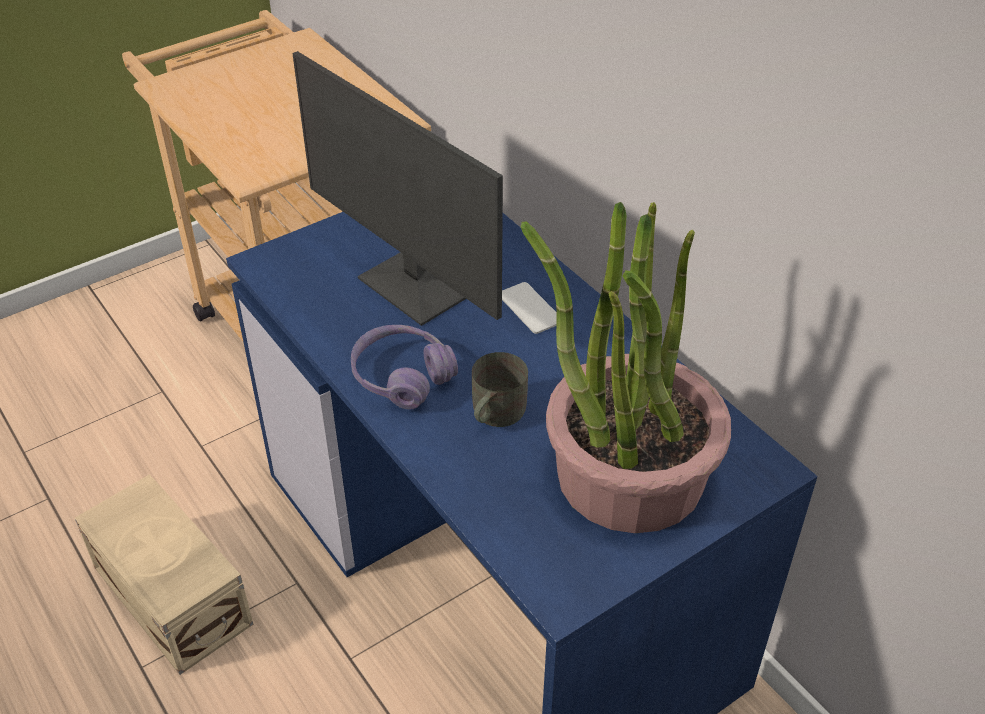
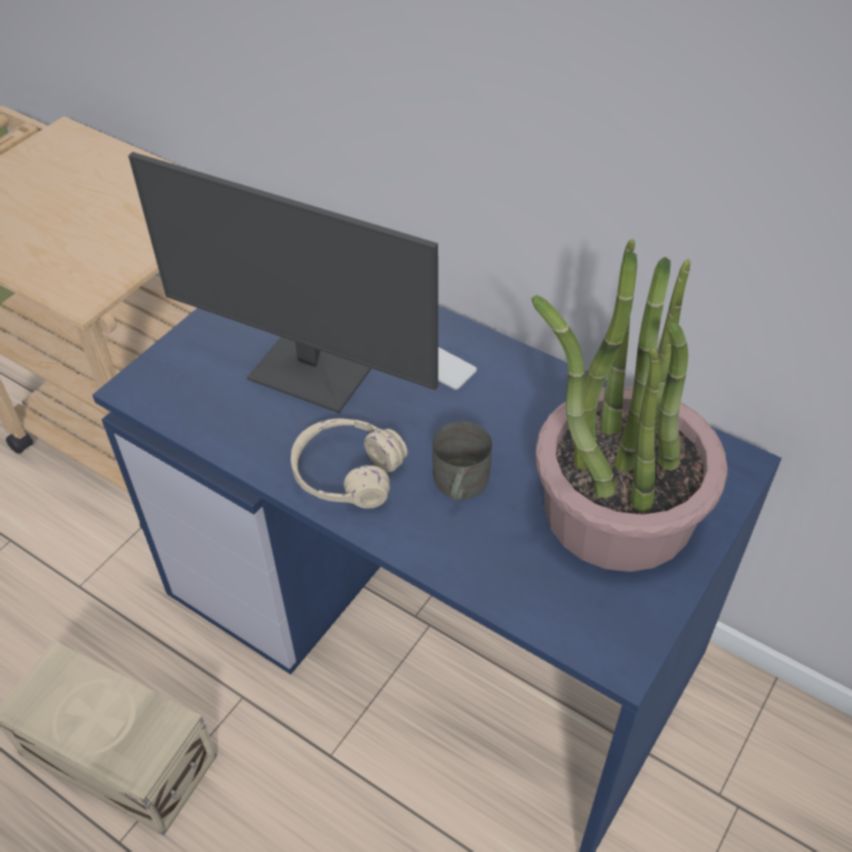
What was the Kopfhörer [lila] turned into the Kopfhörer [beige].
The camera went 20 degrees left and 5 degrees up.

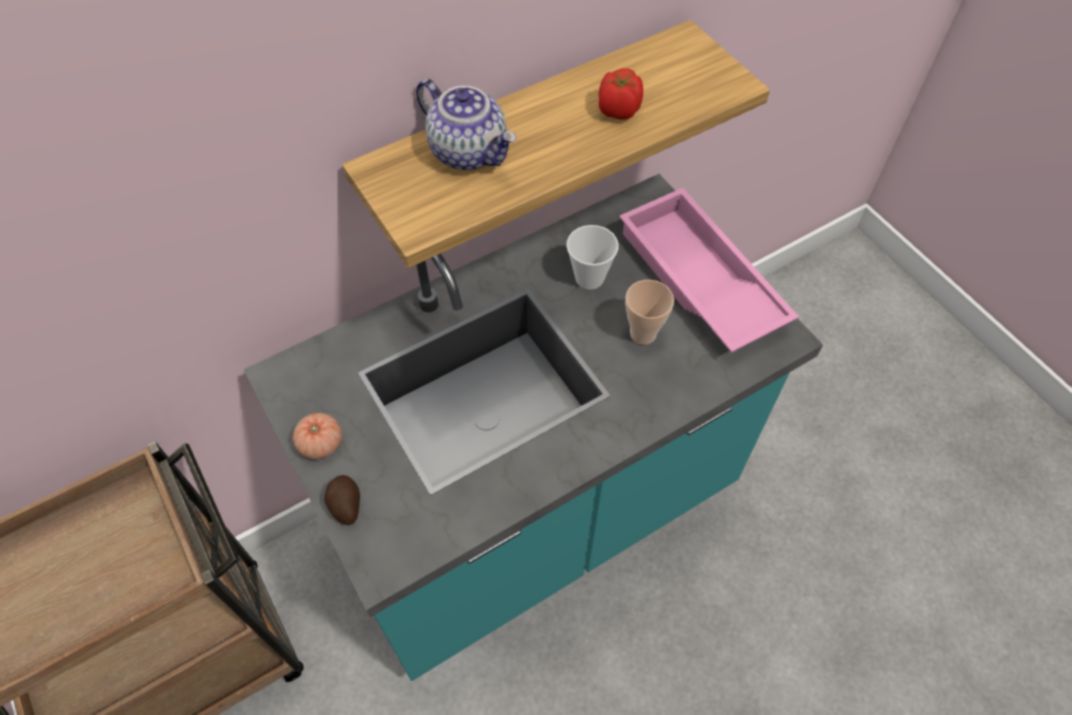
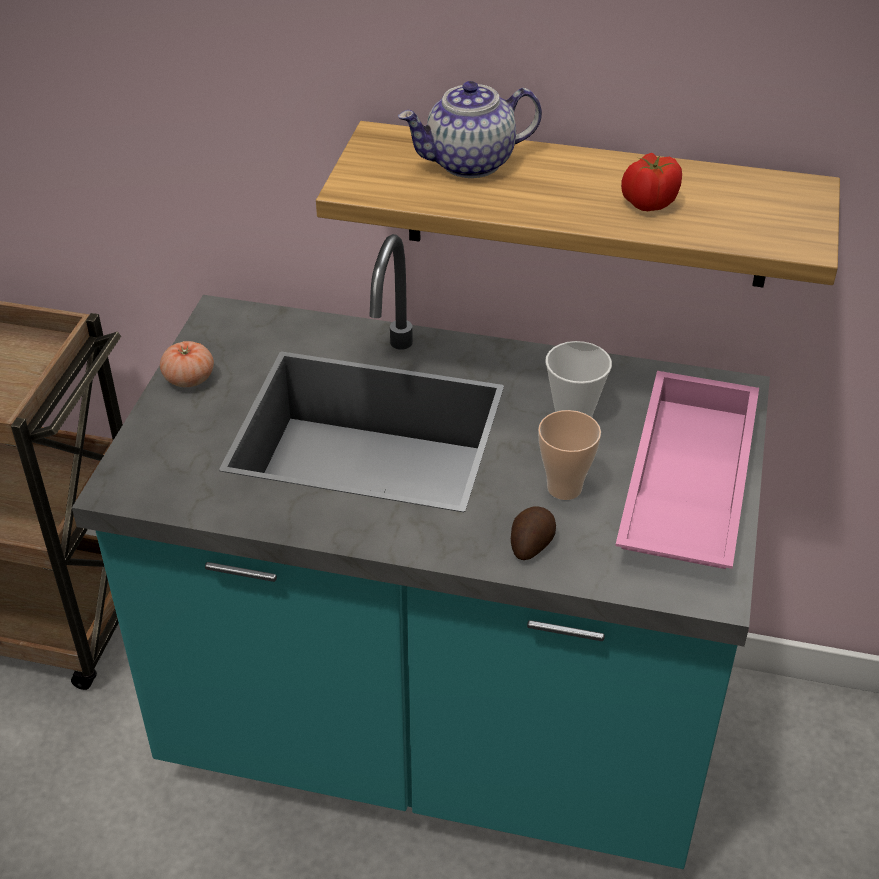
The Kartoffel ended up elsewhere.
The Teekanne ended up facing another way, 75 degrees clockwise from before.
The camera went 45 degrees right and 15 degrees down.

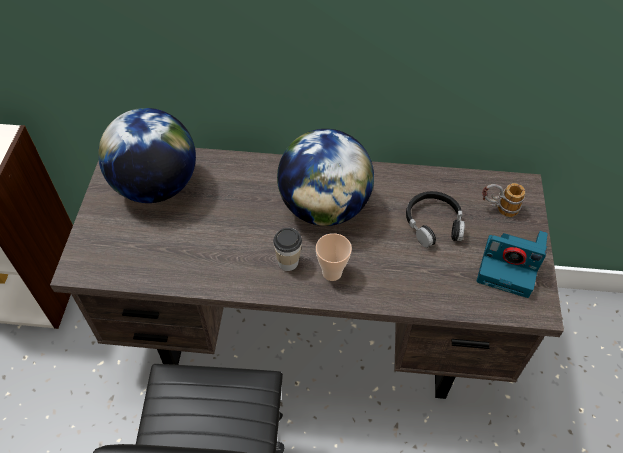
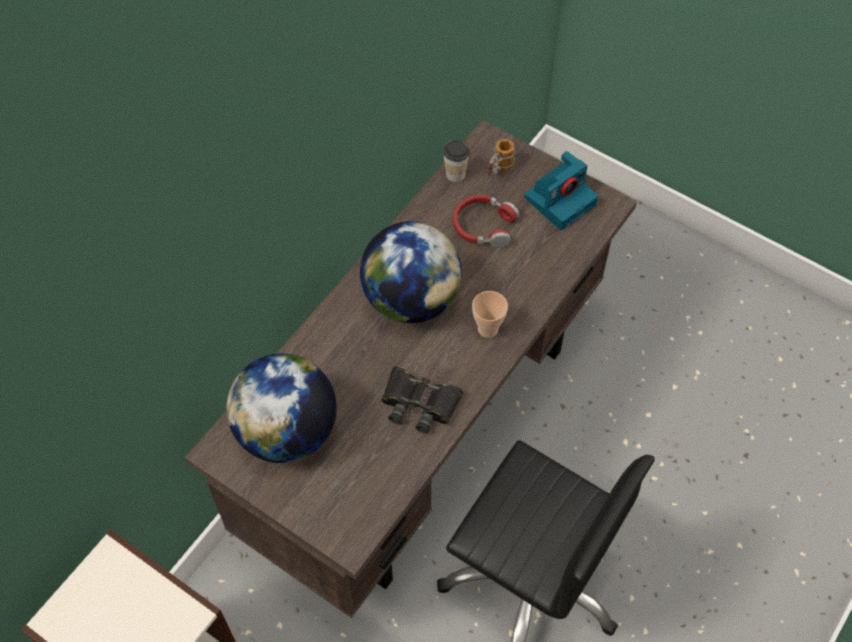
The Tasse (no. 1 from left) ended up elsewhere.
What was the Kopfhörer [schwarz] turned into the Kopfhörer [rot].
The second view gained the Fernglas [schwarz].
The camera went 60 degrees left and 5 degrees up.

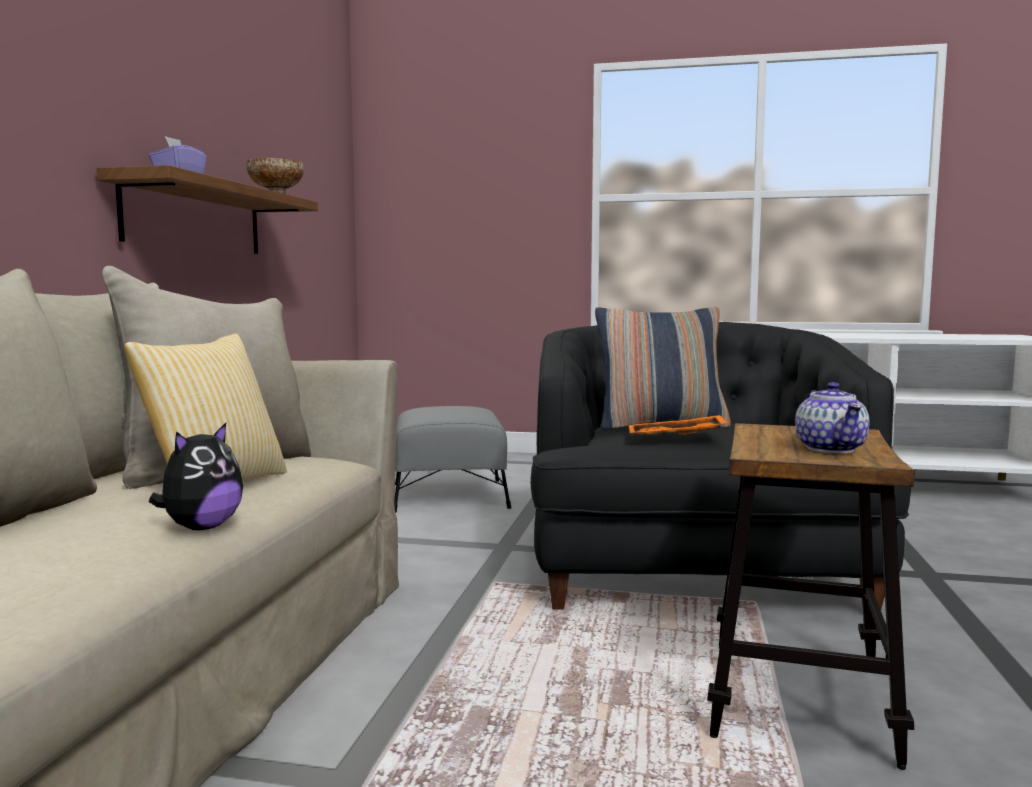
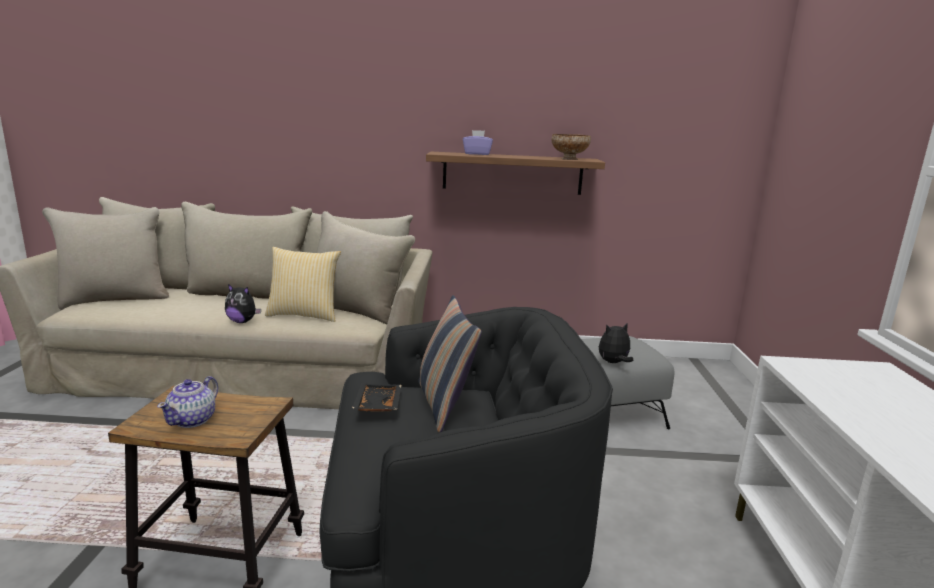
What was the Tablett [orange] turned into the Tablett [schwarz].
The Teekanne ended up facing another way, 60 degrees counterclockwise from before.
The second view gained the Plüschtier (no. 2 from left).
The camera went 80 degrees right and 10 degrees up.

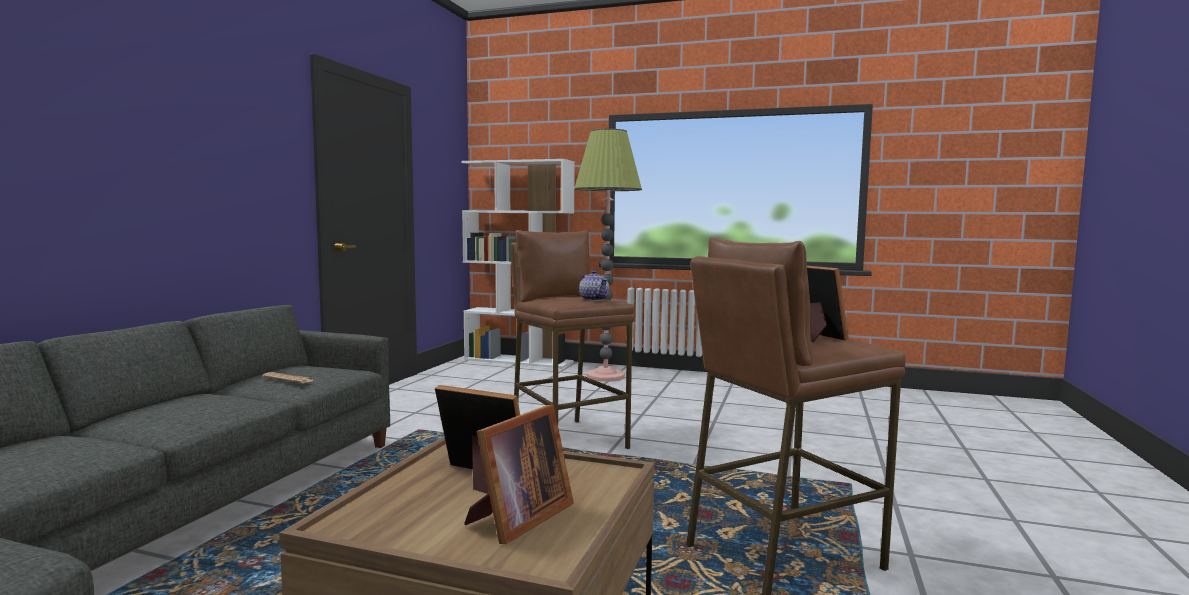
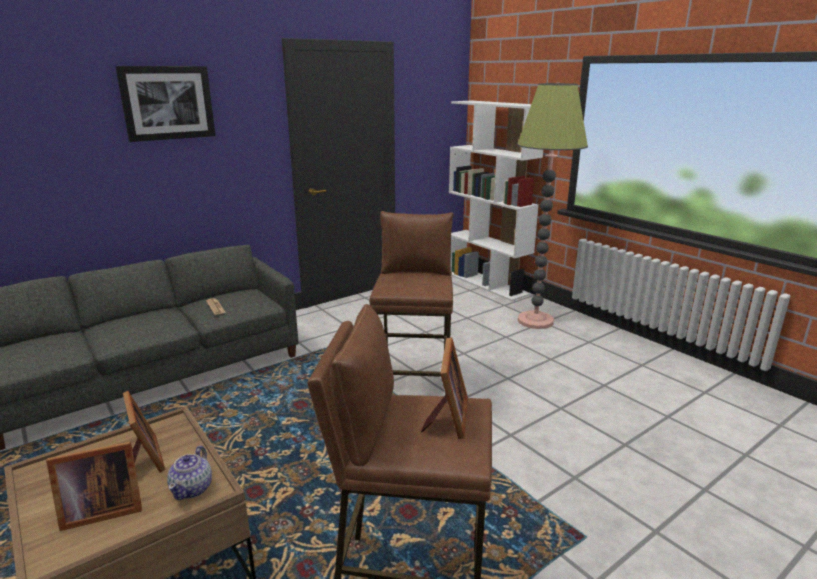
The Teekanne ended up elsewhere.
The second view gained the Bild.
The camera went 35 degrees right and 15 degrees up.

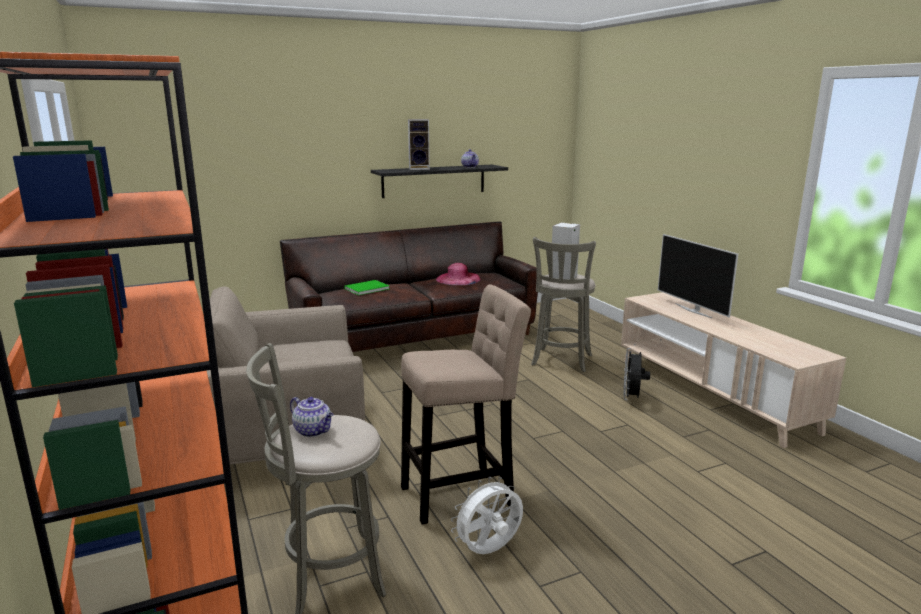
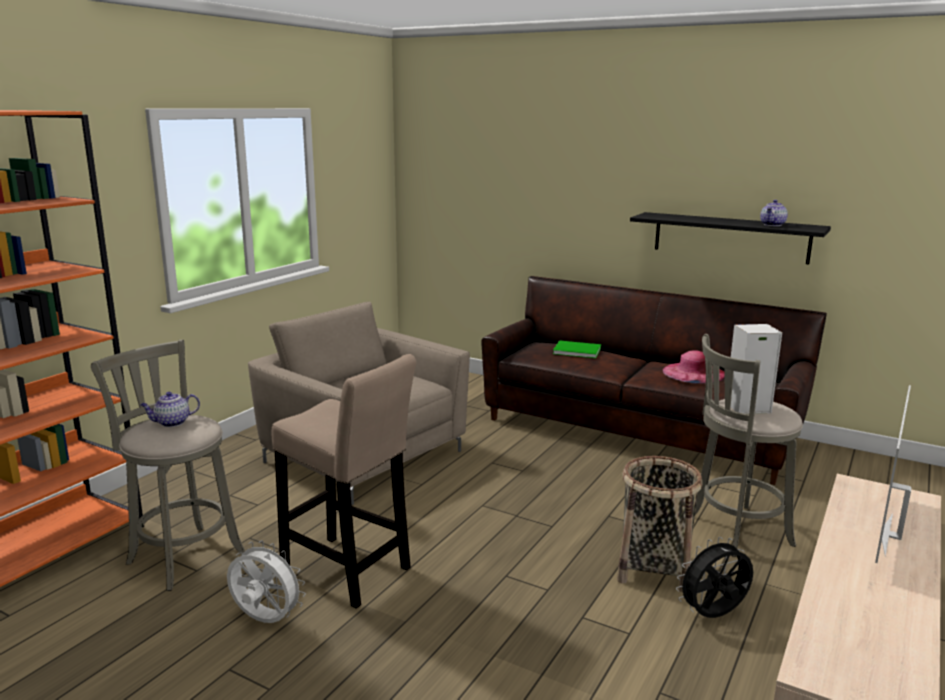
The Teekanne (no. 1 from left) ended up facing another way, 60 degrees clockwise from before.
The second view lost the Lautsprecher (no. 1 from left).
The second view gained the Korb.
The camera went 55 degrees right and 0 degrees up.

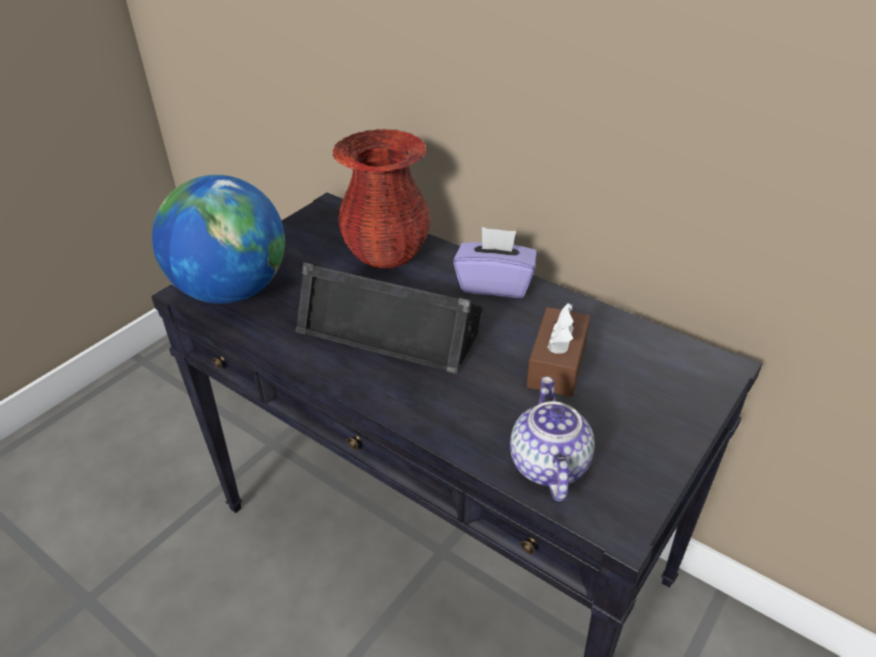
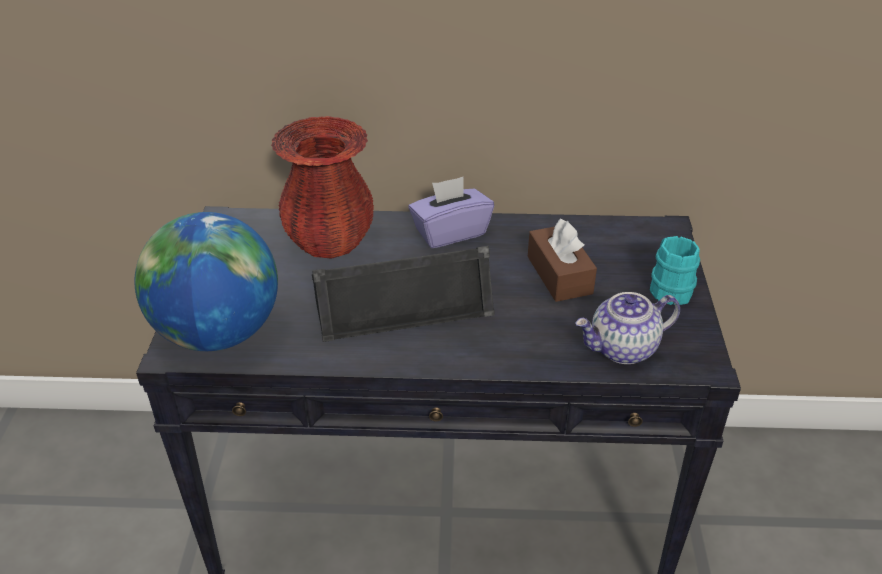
The Teekanne ended up facing another way, 75 degrees counterclockwise from before.
The second view gained the Henkelbecher [türkis].
The camera went 35 degrees left and 0 degrees up.

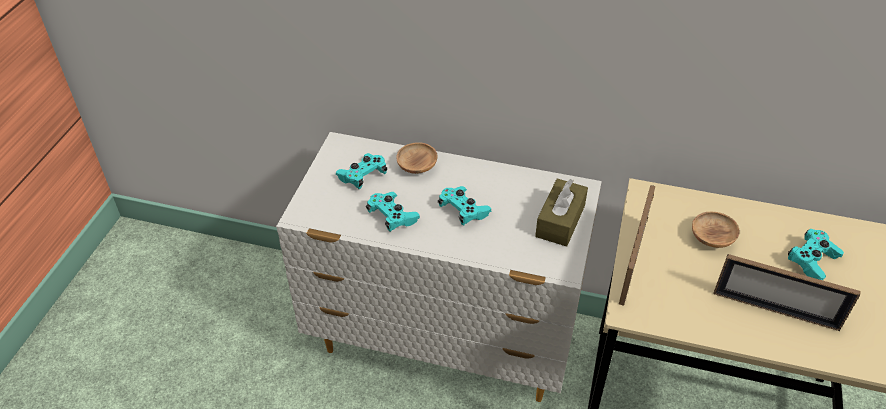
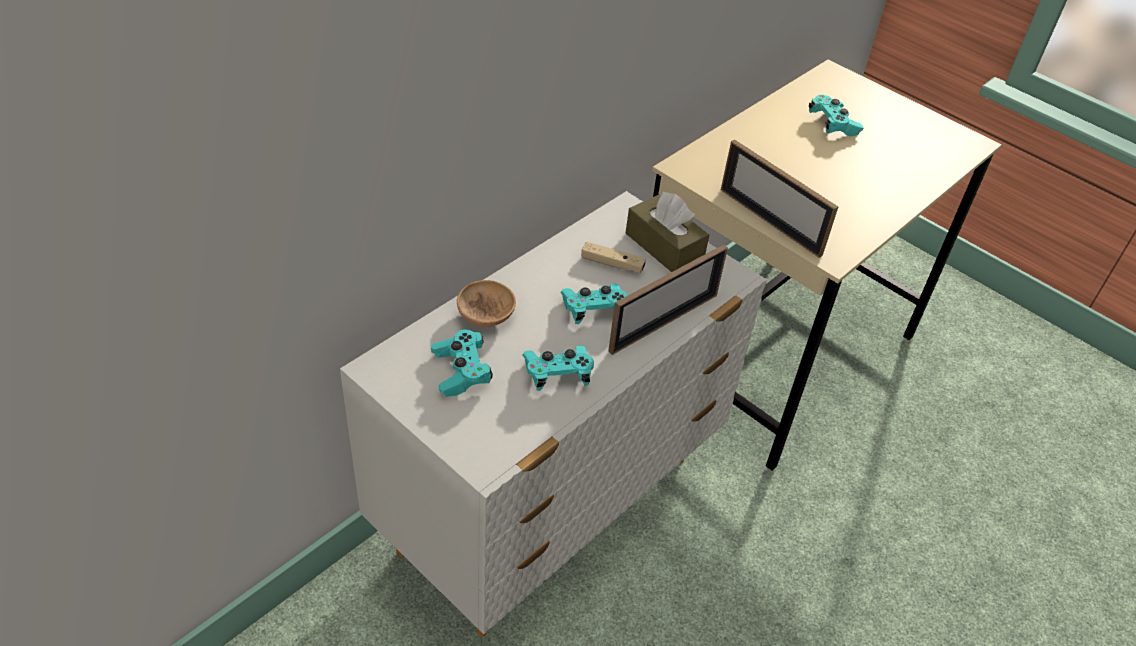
The second view lost the Schüssel [braun] (no. 2 from left).
The Bilderrahmen (no. 2 from left in the first image) ended up elsewhere.
The second view gained the Gamepad [beige].
The camera went 65 degrees left and 0 degrees up.

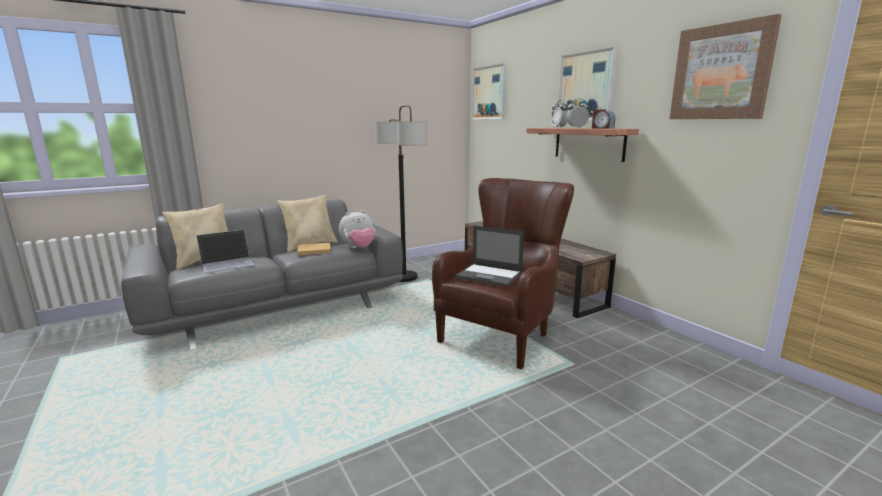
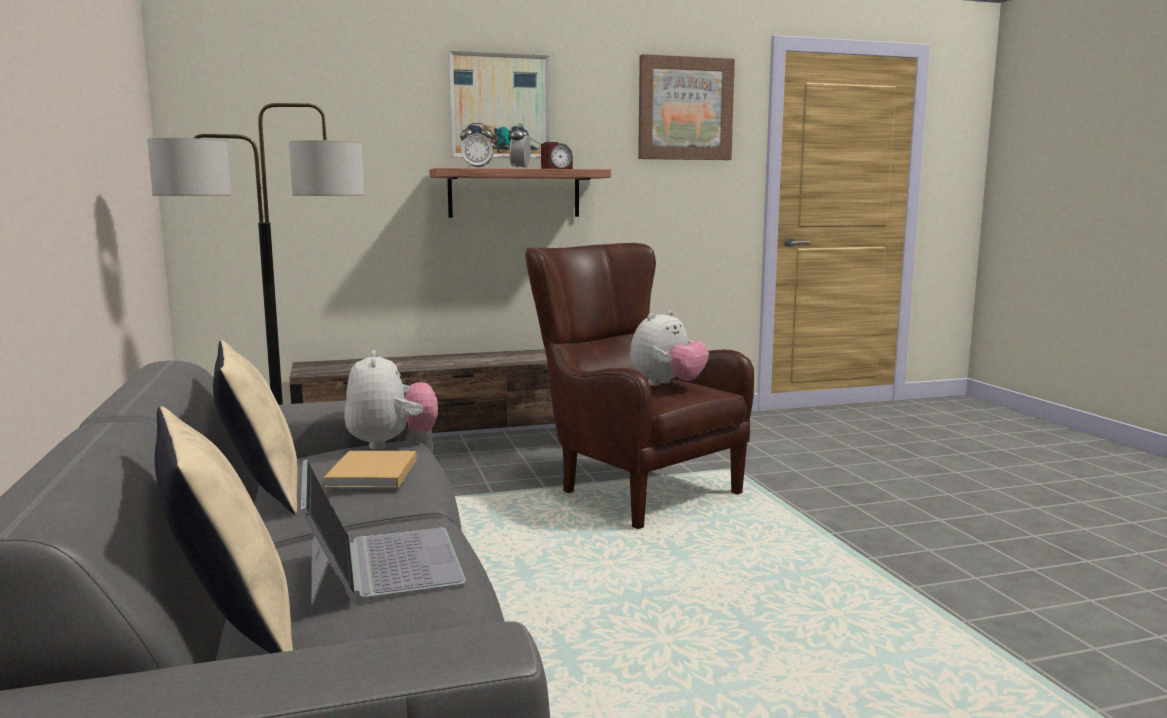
Where the Laptop (no. 2 from left) stood, the Plüschtier (no. 2 from left) came to stand.
The second view lost the Bild (no. 1 from left).
The camera went 75 degrees left and 5 degrees down.

